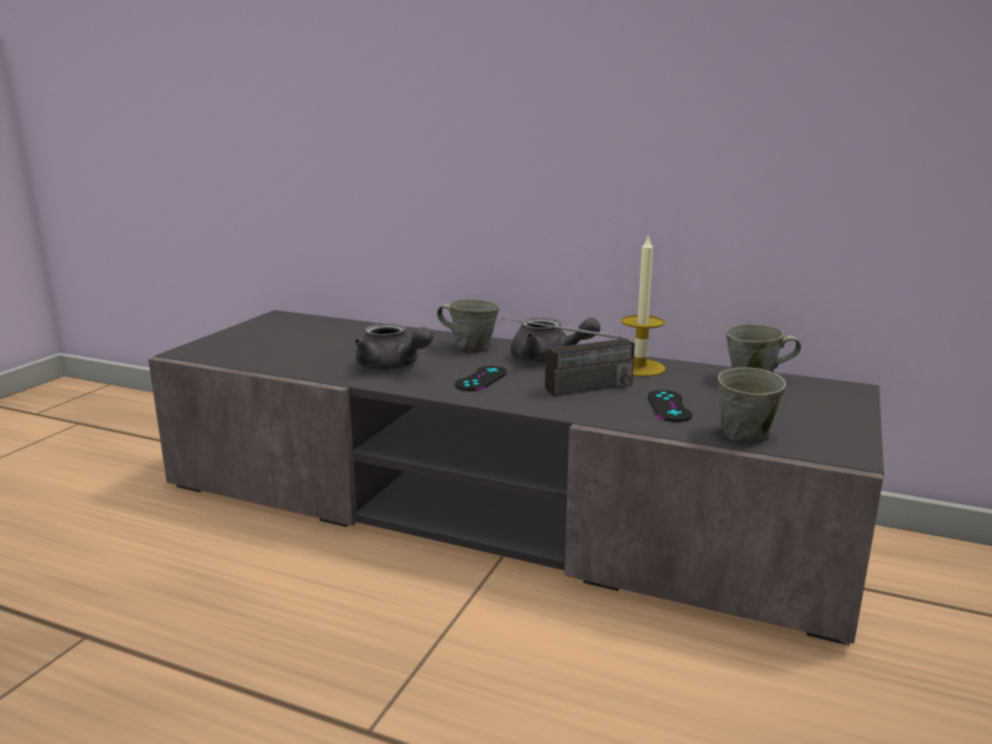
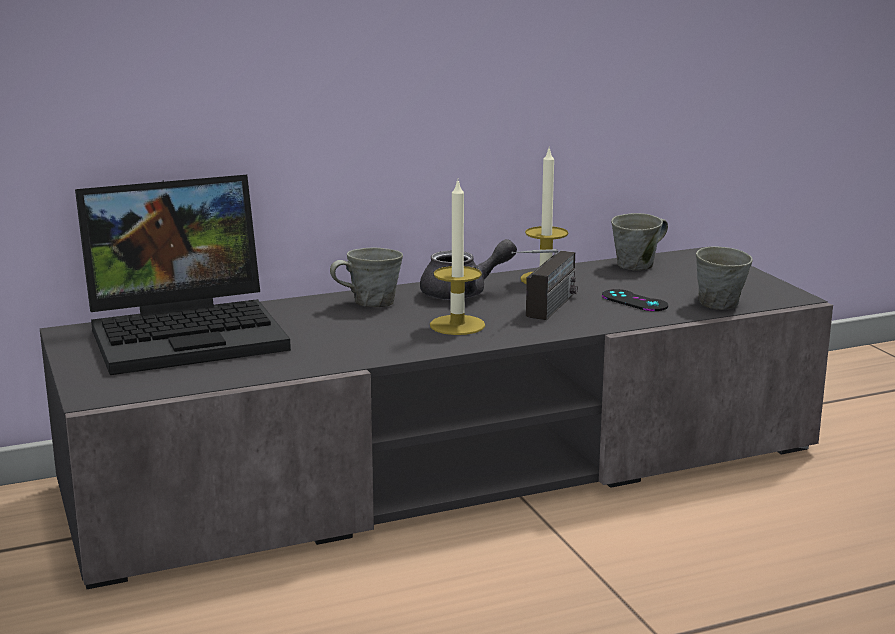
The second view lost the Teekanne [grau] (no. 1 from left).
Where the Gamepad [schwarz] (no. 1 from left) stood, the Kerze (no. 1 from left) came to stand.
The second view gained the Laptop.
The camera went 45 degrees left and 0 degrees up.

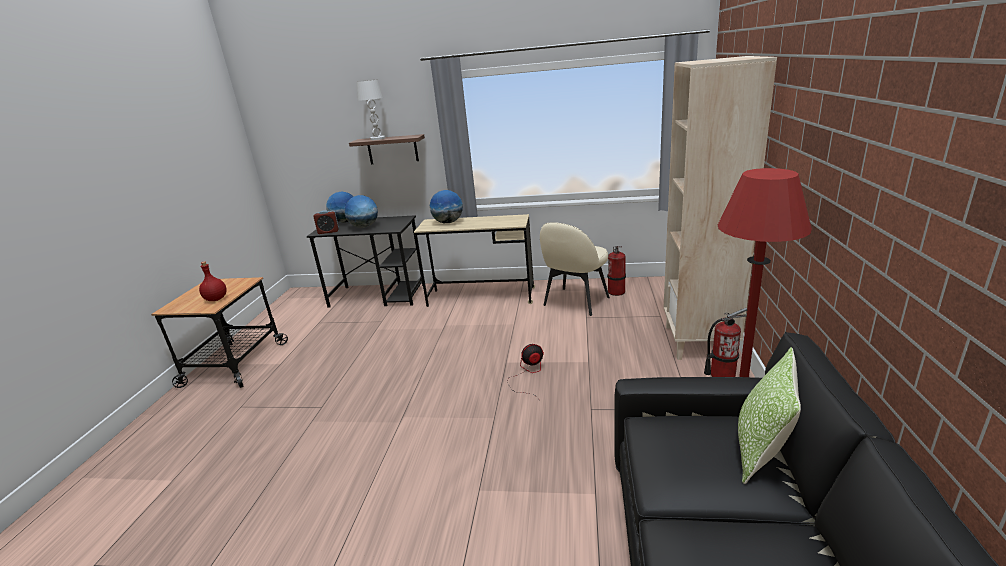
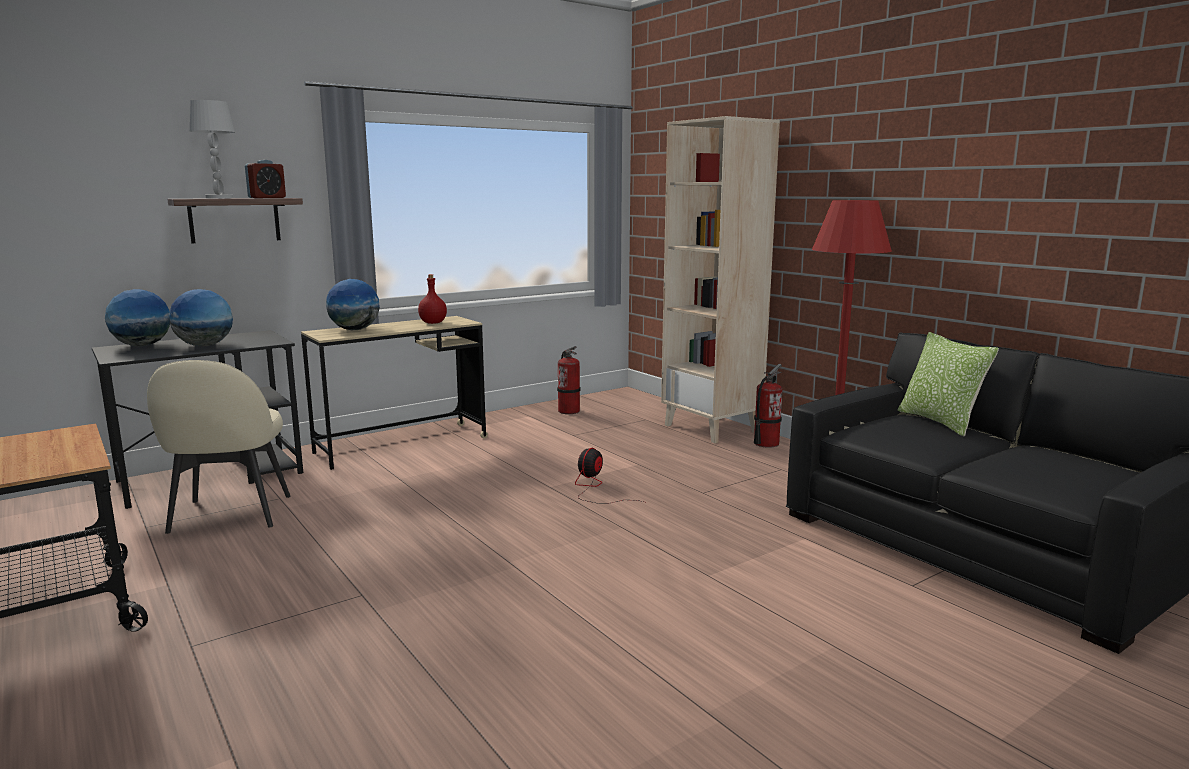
The Flasche [rot] ended up elsewhere.
The Wecker ended up elsewhere.
The Stuhl [beige] ended up elsewhere.
The camera went 45 degrees left and 10 degrees down.

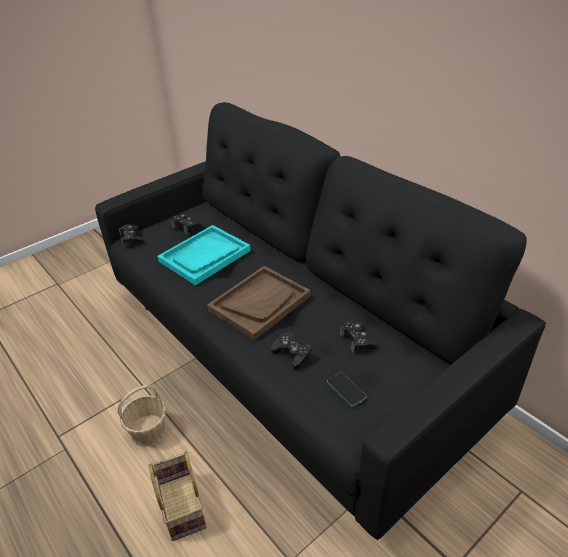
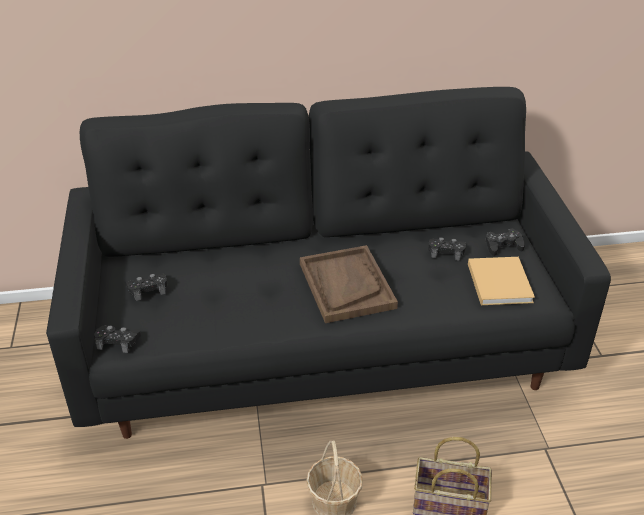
The second view lost the Tablett [türkis].
The Gamepad [schwarz] (no. 3 from left in the first image) ended up elsewhere.
Where the Handy stood, the Buch [beige] came to stand.
The camera went 60 degrees left and 0 degrees up.

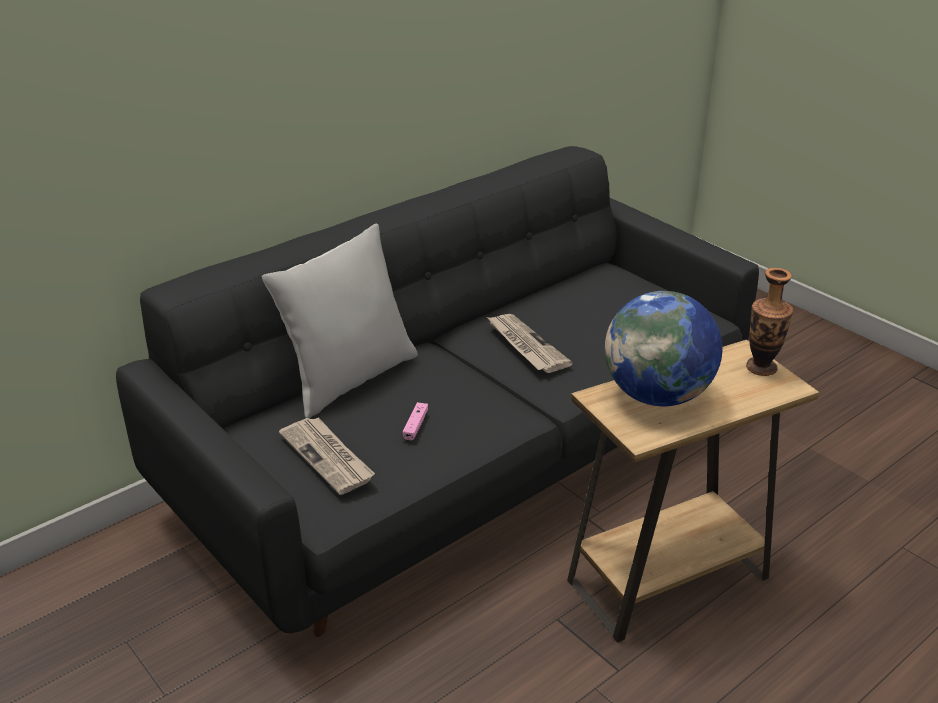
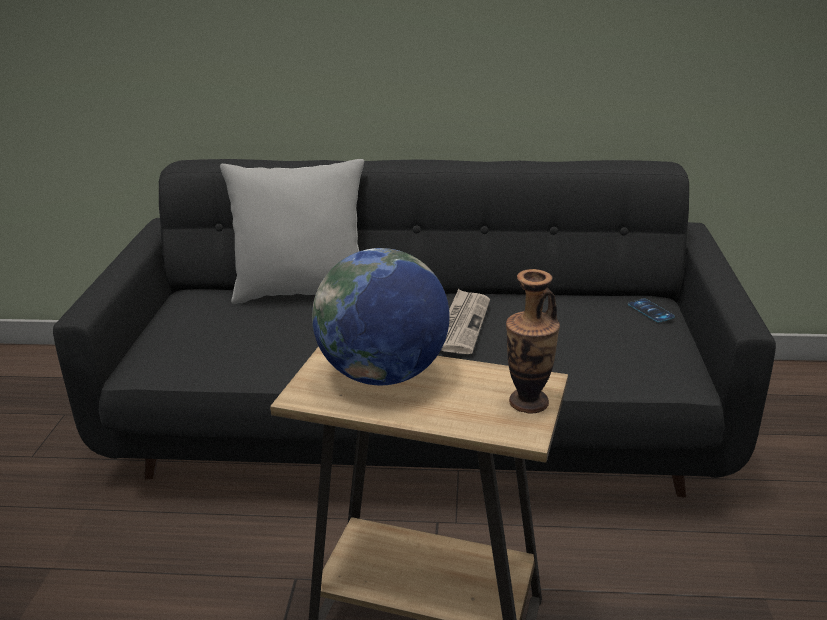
The second view lost the Zeitung (no. 1 from left).
The second view lost the Gamepad [rosa].
The second view gained the Handy.
The camera went 45 degrees right and 5 degrees down.

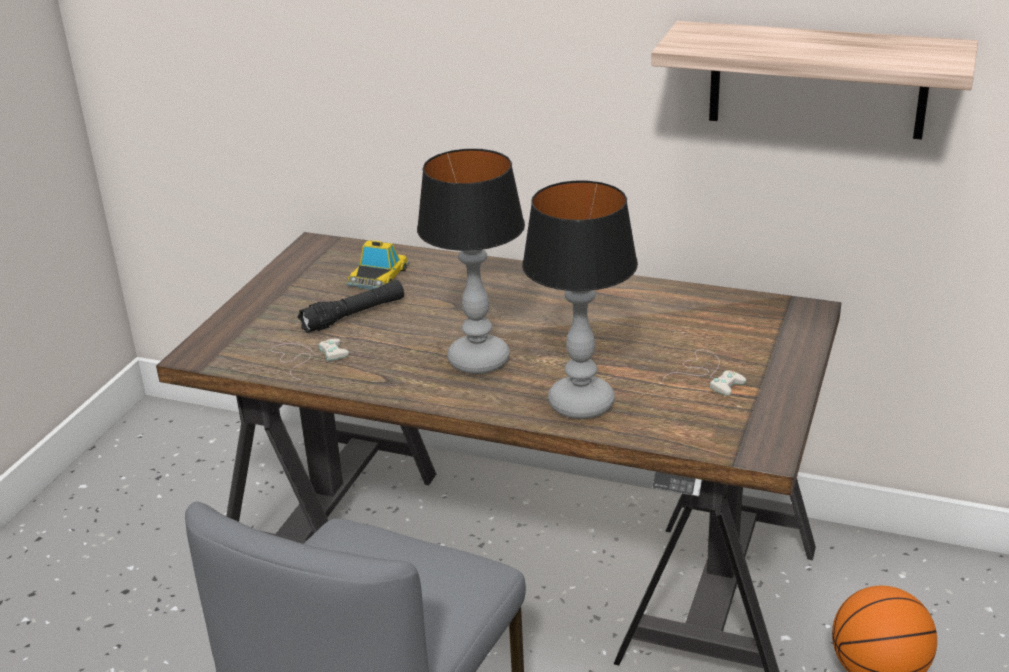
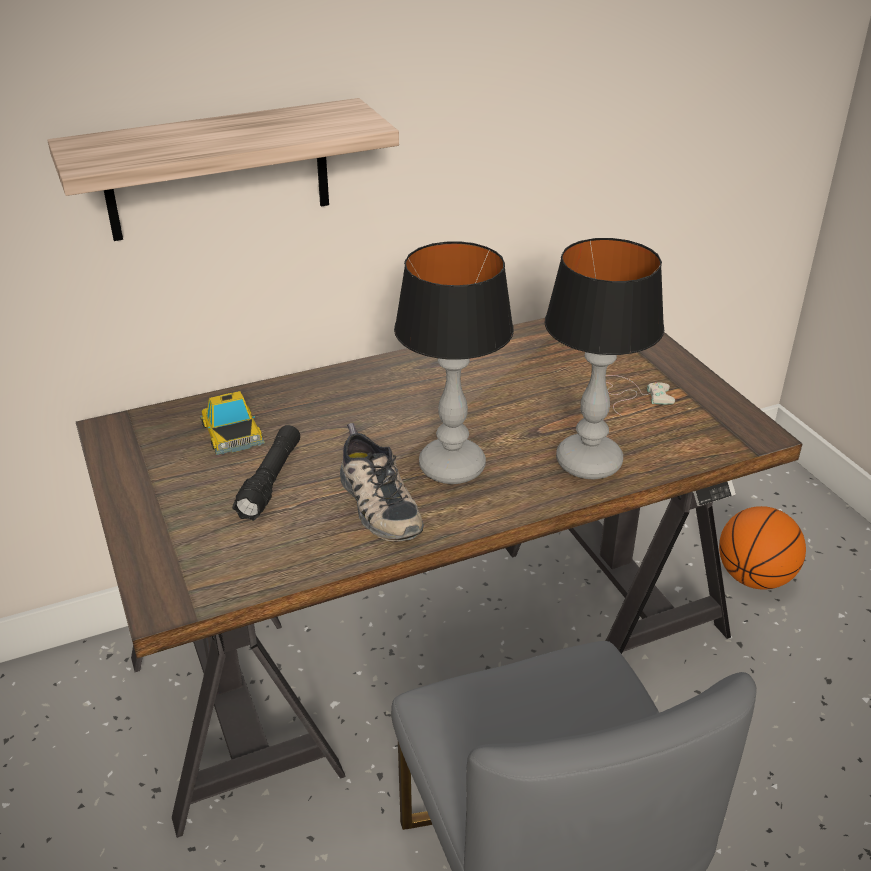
The second view lost the Gamepad [weiß] (no. 1 from left).
The Wandregal ended up elsewhere.
The second view gained the Schuh.
The camera went 45 degrees left and 5 degrees up.

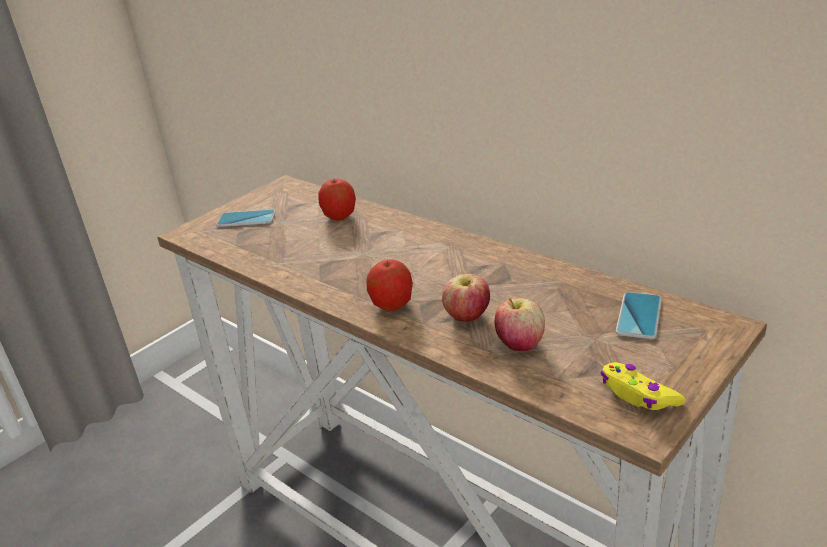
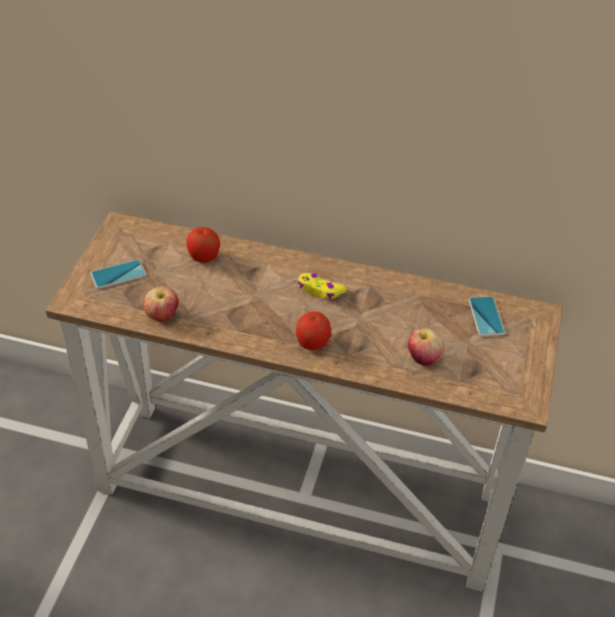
The Apfel (no. 3 from left in the first image) ended up elsewhere.
The Gamepad [gelb] ended up elsewhere.
The camera went 30 degrees left and 15 degrees up.

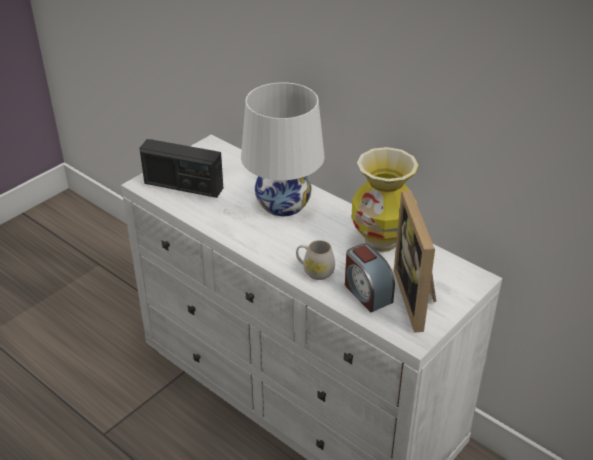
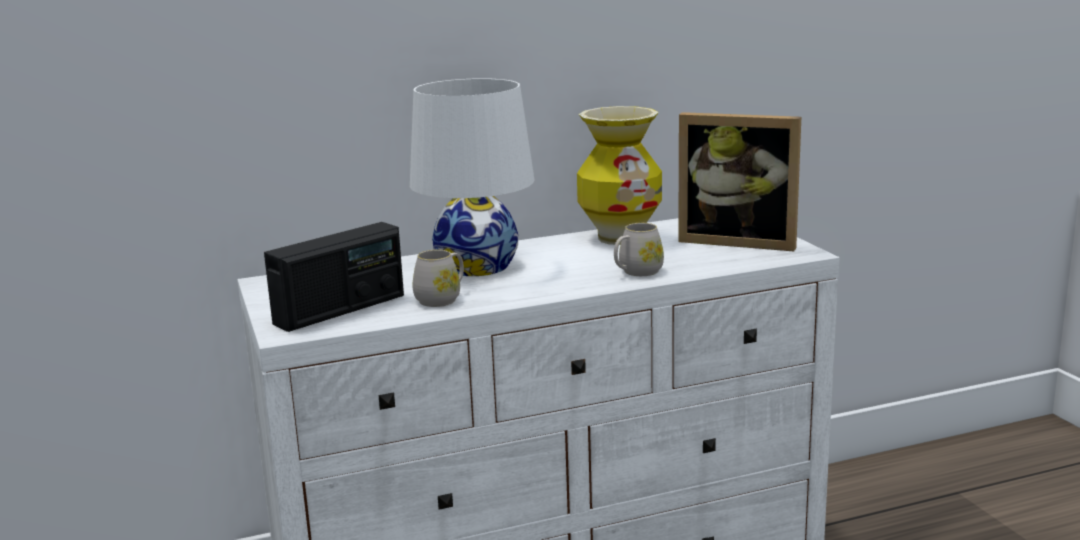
The second view lost the Wecker.
The second view gained the Henkelbecher [weiß] (no. 1 from left).
The camera went 60 degrees left and 20 degrees down.

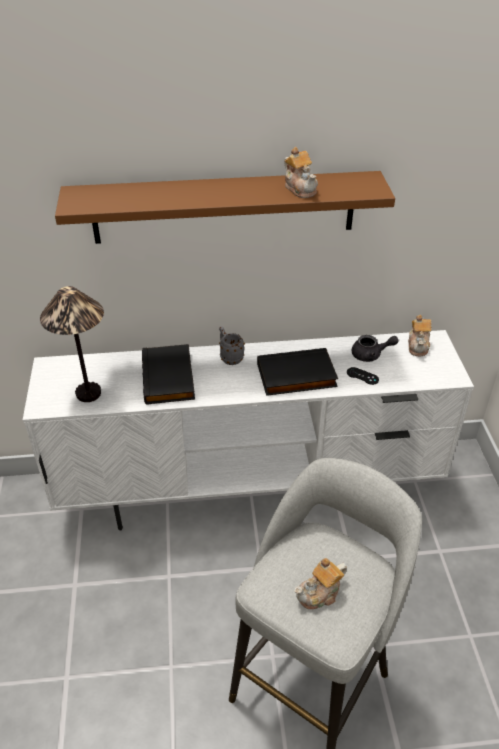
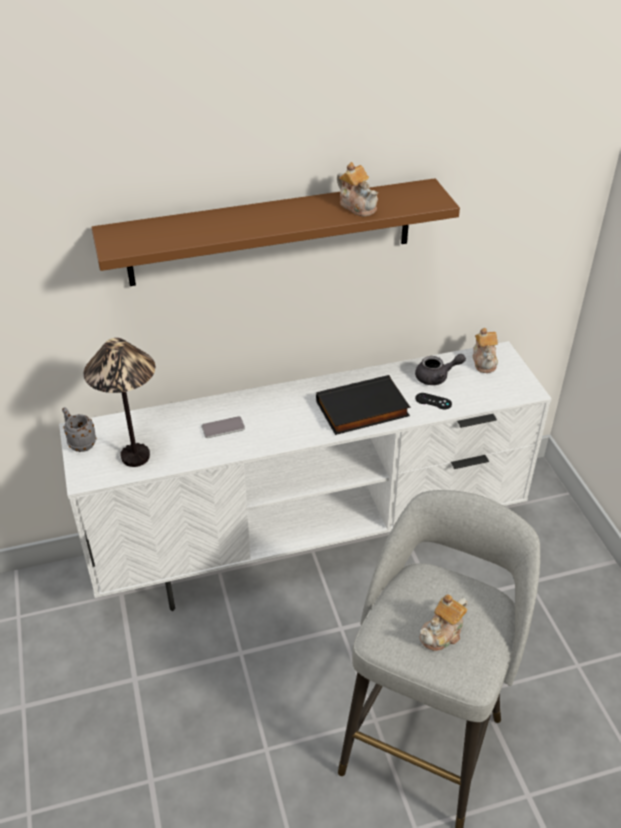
Where the Buch [schwarz] (no. 1 from left) stood, the Handy came to stand.
The Henkelbecher [grau] ended up elsewhere.
The camera went 10 degrees left and 0 degrees up.

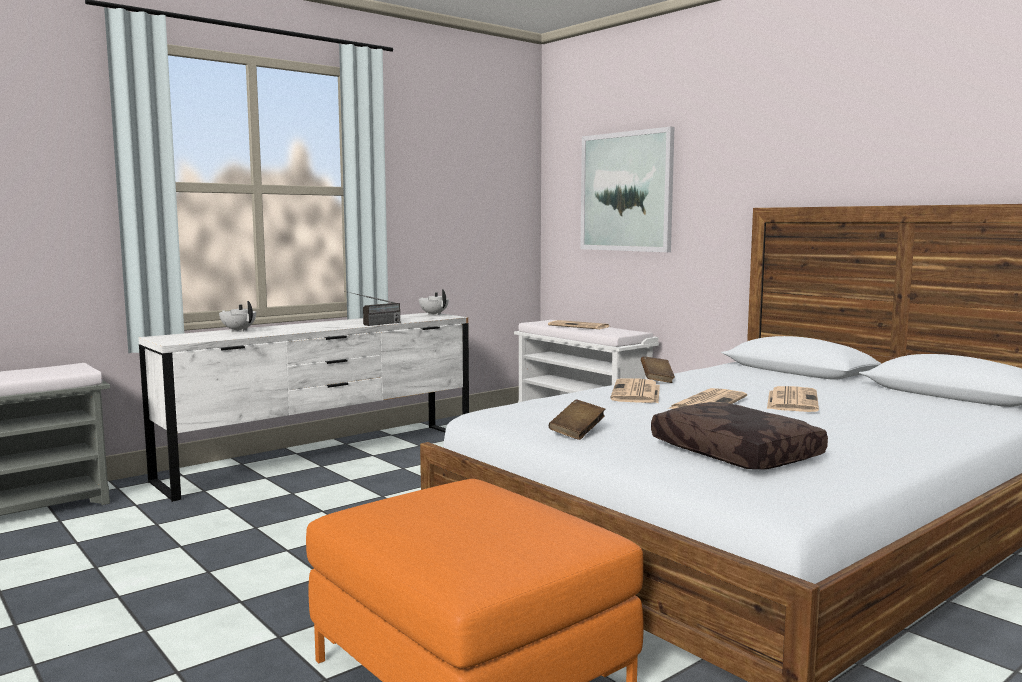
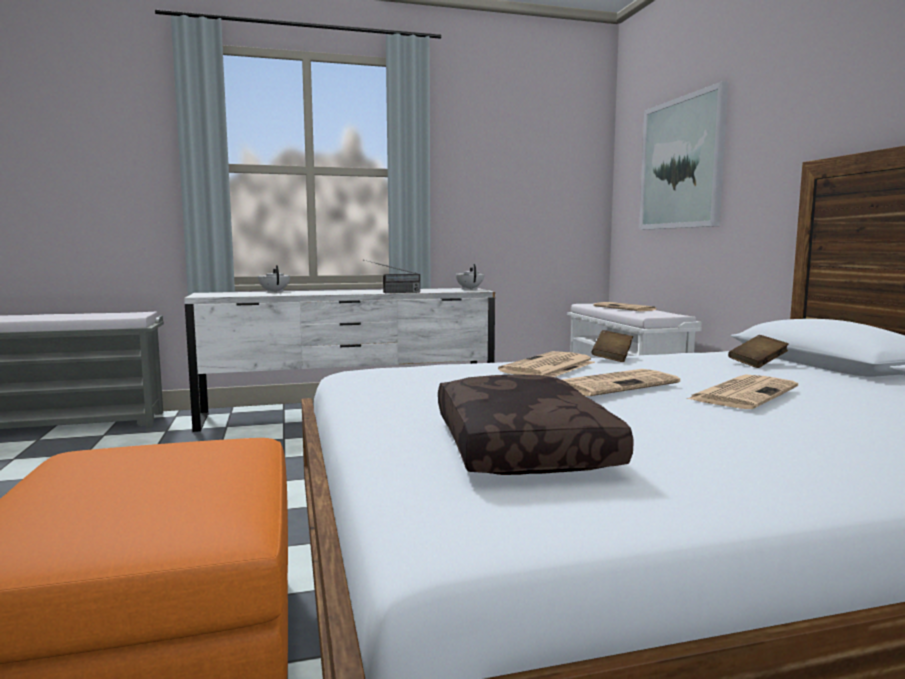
The Buch [braun] (no. 1 from left in the first image) ended up elsewhere.
The camera went 25 degrees right and 0 degrees up.

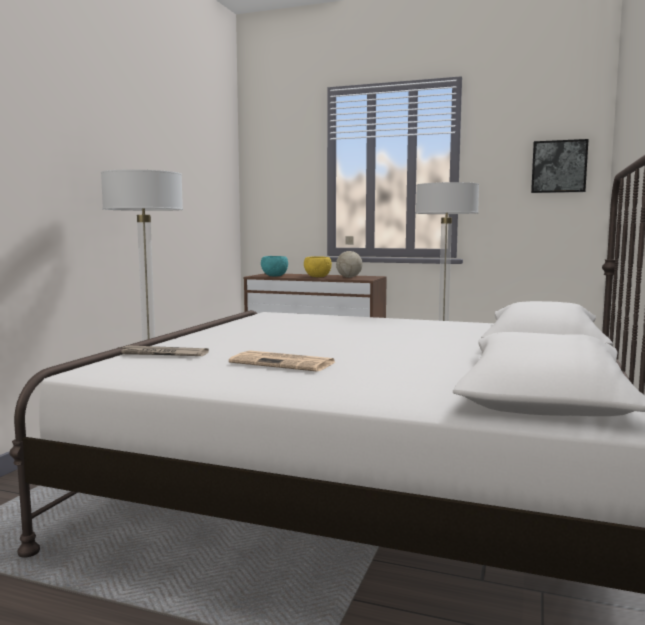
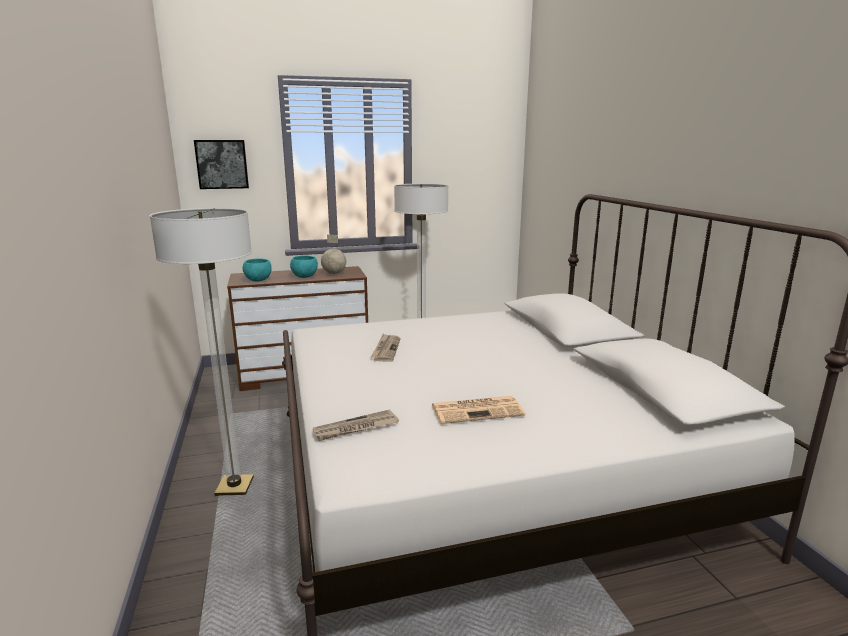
What was the Schüssel [gelb] turned into the Schüssel [türkis] (no. 2 from left).
The Bild ended up elsewhere.
The second view gained the Zeitung (no. 2 from left).
The camera went 35 degrees left and 10 degrees up.

